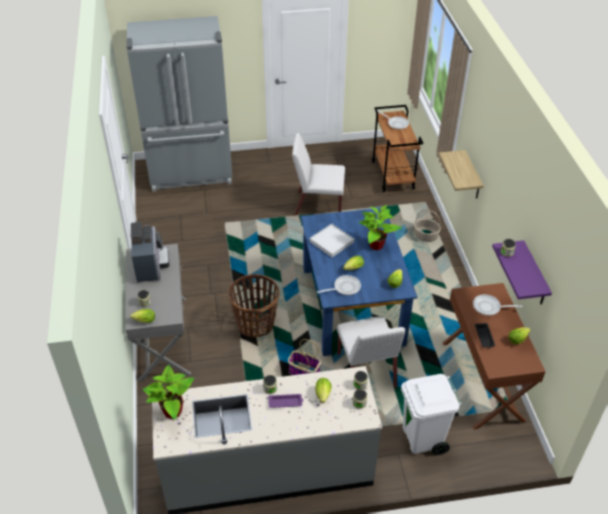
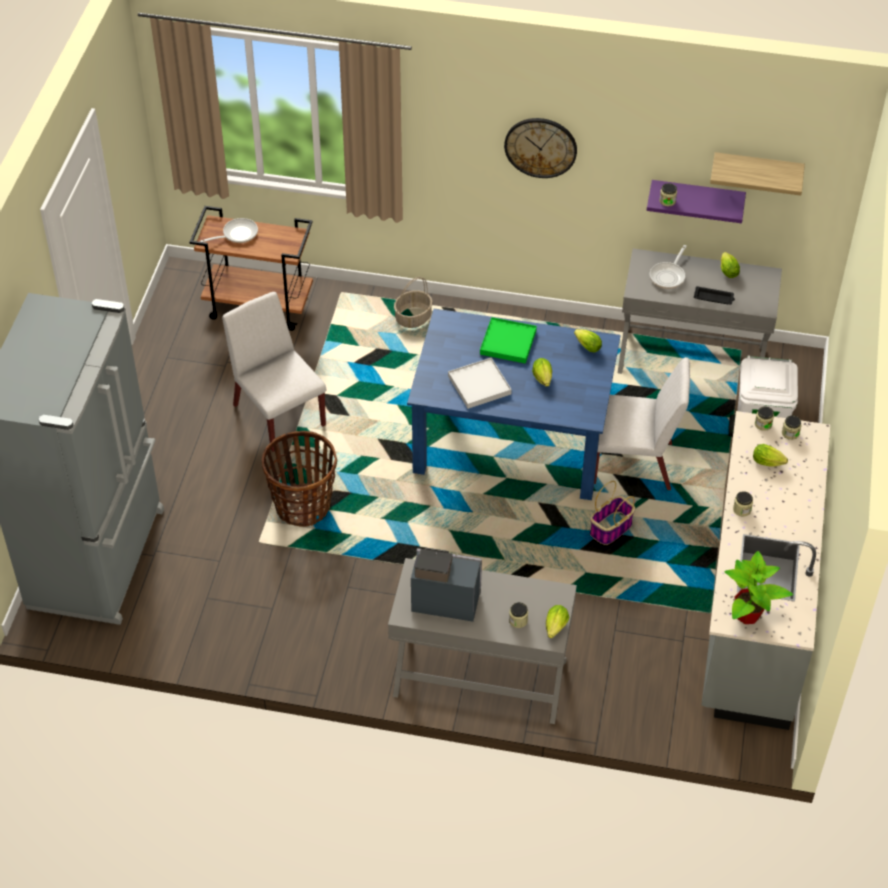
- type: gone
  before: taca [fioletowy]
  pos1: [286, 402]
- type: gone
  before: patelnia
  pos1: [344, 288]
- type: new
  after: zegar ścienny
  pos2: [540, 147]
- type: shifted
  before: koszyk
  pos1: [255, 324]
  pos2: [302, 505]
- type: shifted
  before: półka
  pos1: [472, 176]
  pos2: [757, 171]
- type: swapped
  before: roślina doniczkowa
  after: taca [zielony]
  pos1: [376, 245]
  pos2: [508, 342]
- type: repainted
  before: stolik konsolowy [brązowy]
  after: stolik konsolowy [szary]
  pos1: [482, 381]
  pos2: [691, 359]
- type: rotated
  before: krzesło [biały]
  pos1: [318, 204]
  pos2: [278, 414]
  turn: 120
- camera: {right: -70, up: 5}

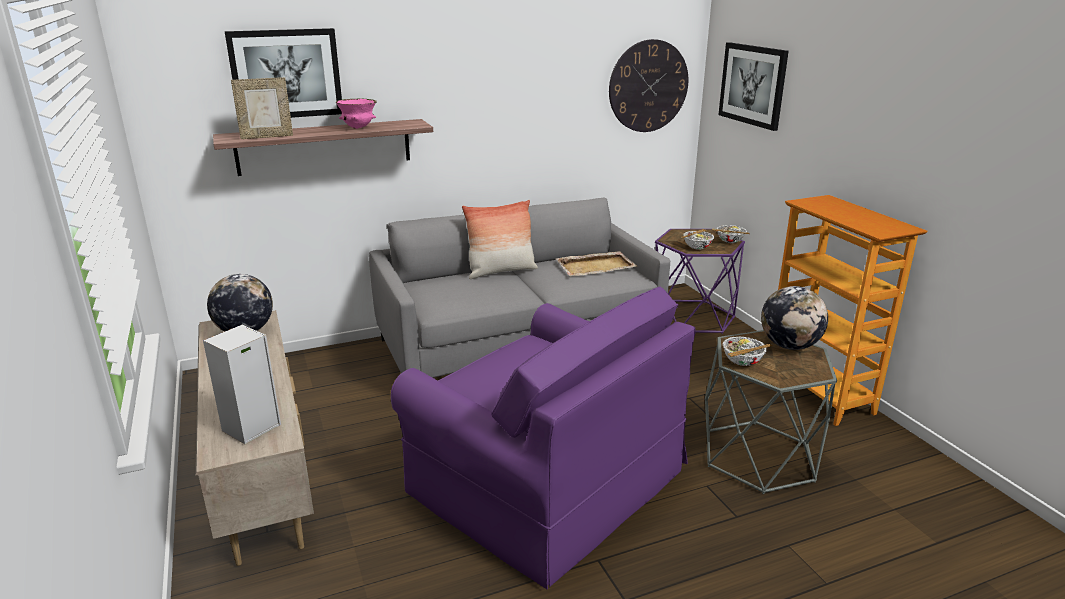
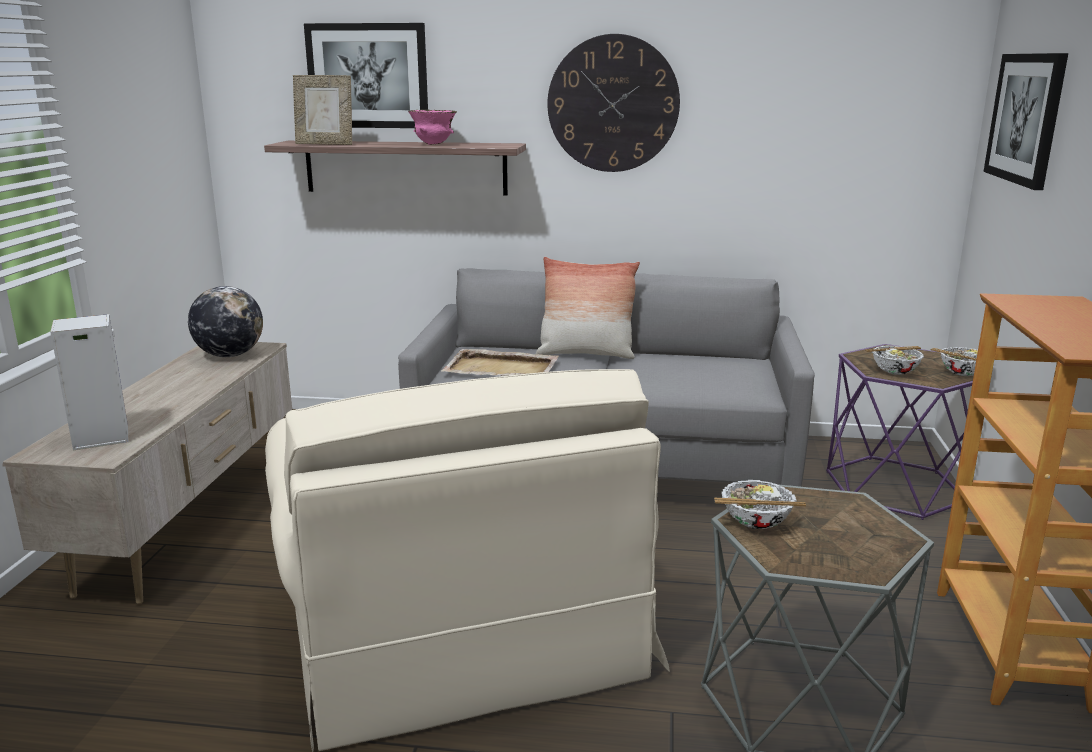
- type: gone
  before: globus
  pos1: [789, 346]
- type: shifted
  before: taca [beżowy]
  pos1: [596, 266]
  pos2: [502, 368]
- type: shifted
  before: zegar ścienny
  pos1: [648, 86]
  pos2: [613, 104]
- type: repainted
  before: fotel [fioletowy]
  after: fotel [beżowy]
  pos1: [546, 482]
  pos2: [460, 629]
- camera: {right: 30, up: -5}

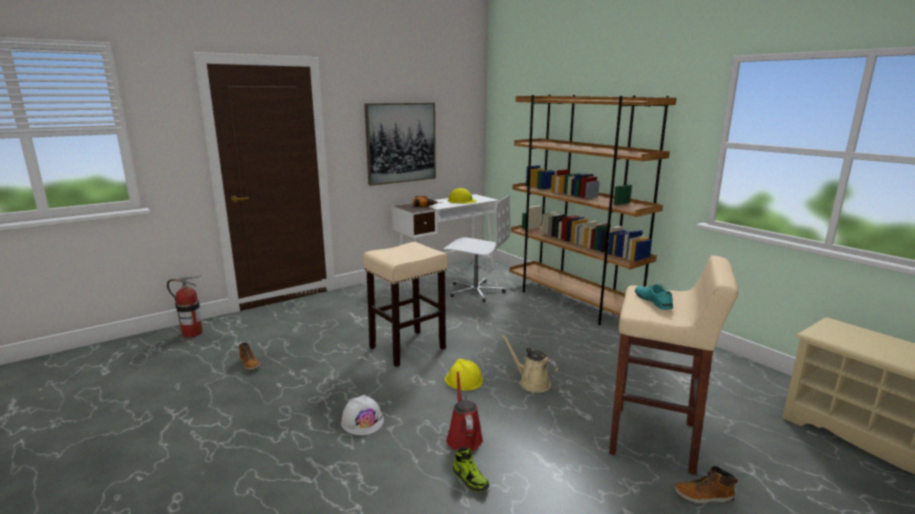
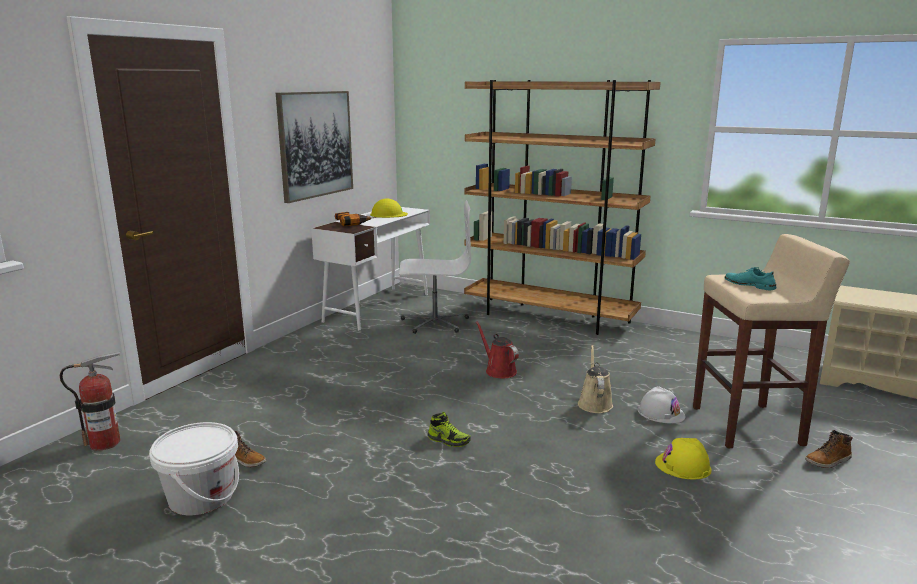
- type: gone
  before: stołek [beżowy]
  pos1: [408, 347]
- type: new
  after: wiadro [biały]
  pos2: [201, 497]
- type: shifted
  before: kask [biały]
  pos1: [362, 421]
  pos2: [661, 413]
- type: shifted
  before: kask [żółty]
  pos1: [463, 380]
  pos2: [683, 466]
- type: shifted
  before: konewka [czerwony]
  pos1: [463, 437]
  pos2: [498, 370]
- type: shifted
  before: but
  pos1: [470, 479]
  pos2: [449, 440]
- type: rotated
  before: konewka [beżowy]
  pos1: [531, 383]
  pos2: [594, 403]
  turn: 75
- camera: {right: -25, up: 0}

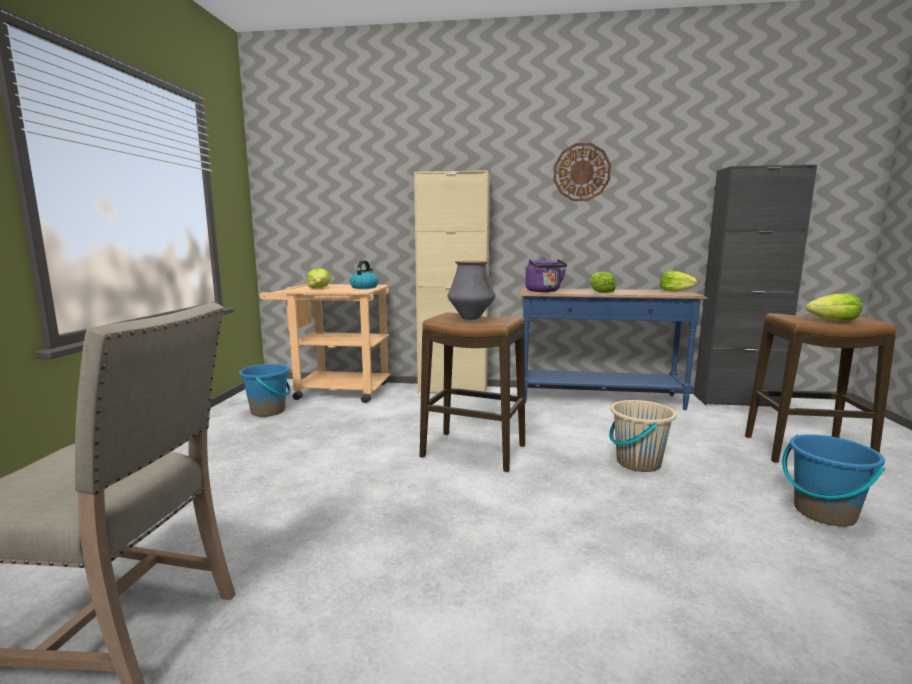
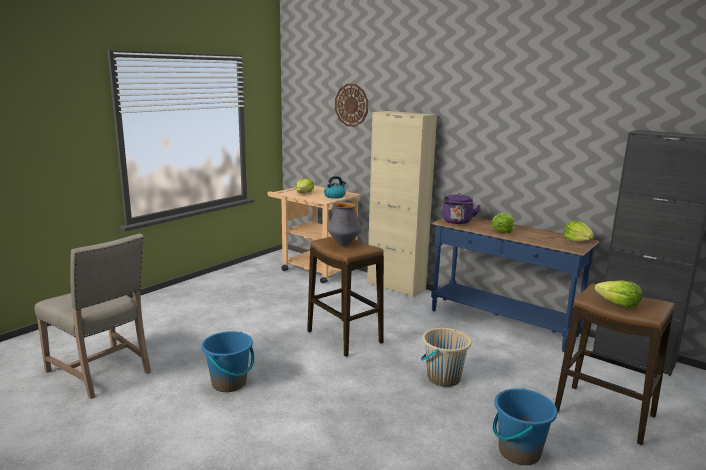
- type: shifted
  before: wiadro [niebieski]
  pos1: [268, 411]
  pos2: [229, 383]
- type: shifted
  before: zegar ścienny
  pos1: [581, 172]
  pos2: [351, 105]
- camera: {right: 30, up: 5}

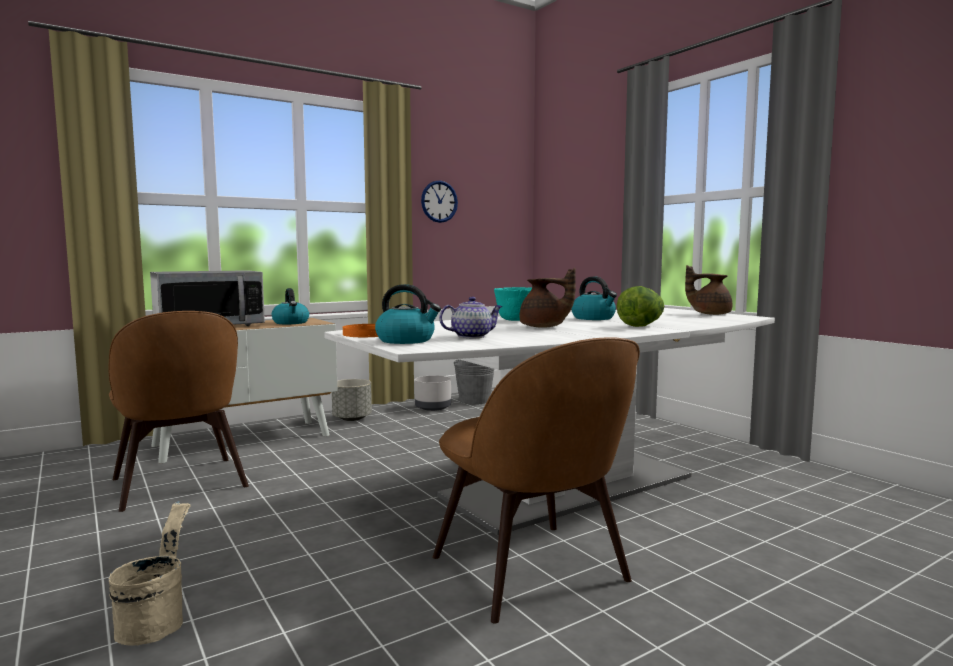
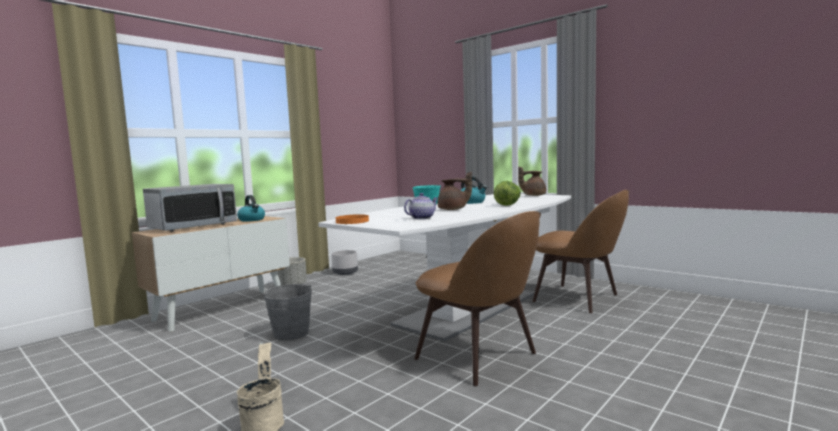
- type: gone
  before: czajnik
  pos1: [406, 340]
- type: gone
  before: zegar ścienny
  pos1: [439, 201]
- type: shifted
  before: krzesło [brązowy]
  pos1: [180, 485]
  pos2: [579, 299]
- type: shifted
  before: wiadro [szary]
  pos1: [474, 400]
  pos2: [291, 333]
- camera: {right: -15, up: 0}

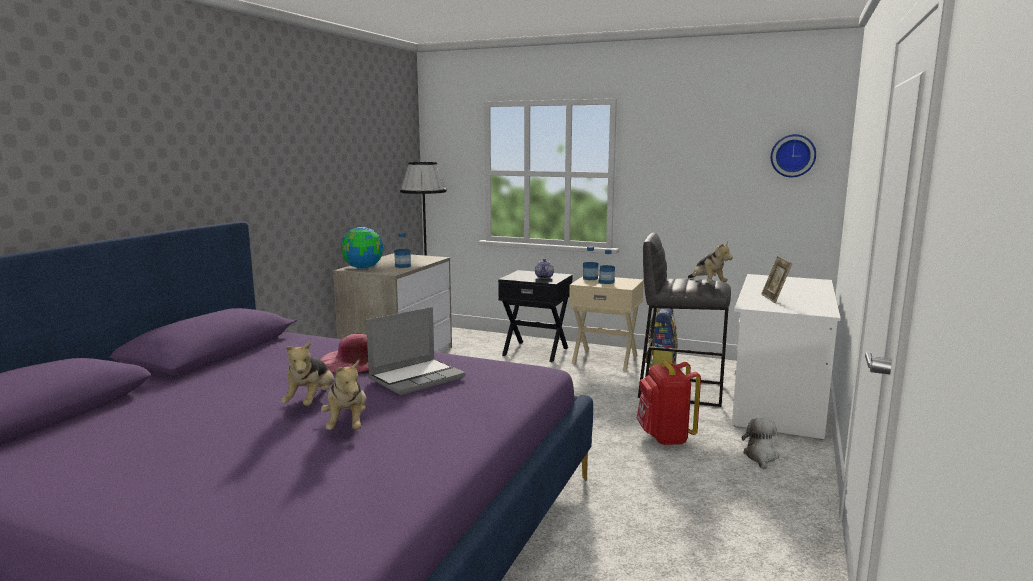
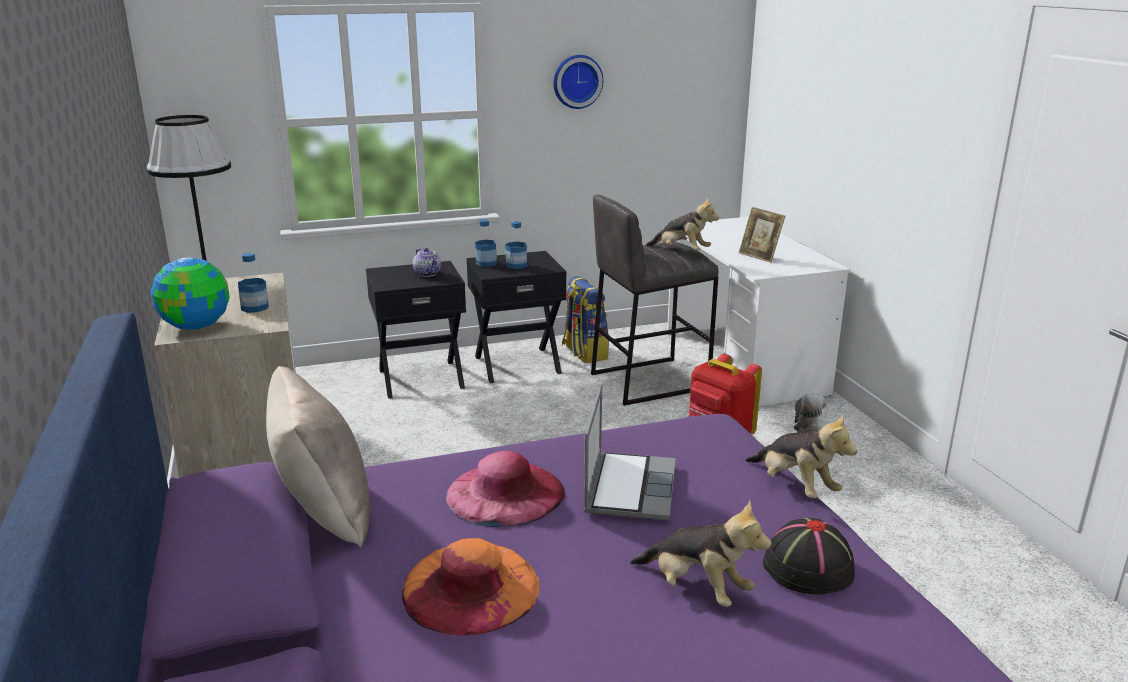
- type: new
  after: poduszka [beżowy]
  pos2: [324, 512]
- type: new
  after: kapelusz [pomarańczowy]
  pos2: [470, 587]
- type: new
  after: kapelusz [czarny]
  pos2: [807, 568]
- type: shifted
  before: pluszak
  pos1: [311, 402]
  pos2: [795, 486]
- type: shifted
  before: zegar ścienny
  pos1: [793, 155]
  pos2: [576, 81]
- type: repainted
  before: szafka nocna [beżowy]
  after: szafka nocna [czarny]
  pos1: [605, 359]
  pos2: [517, 364]
- camera: {right: -40, up: 10}

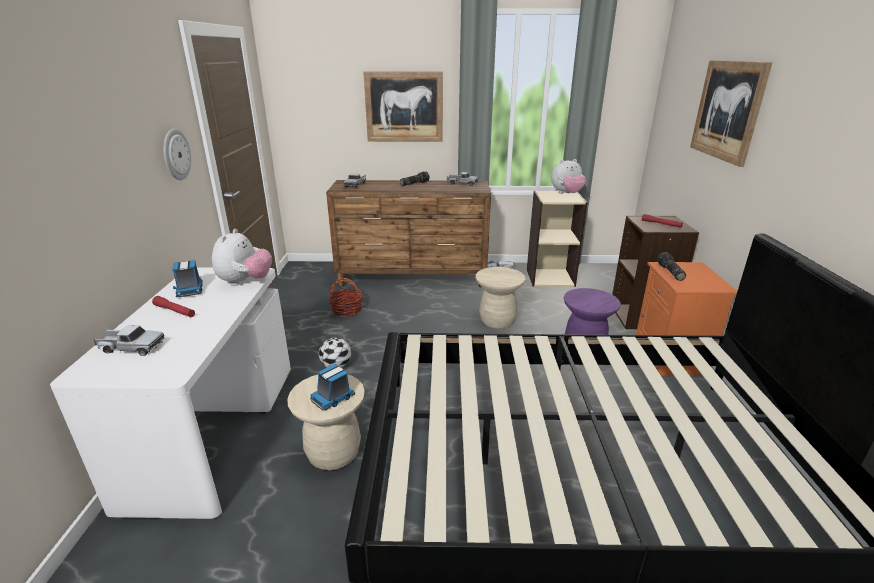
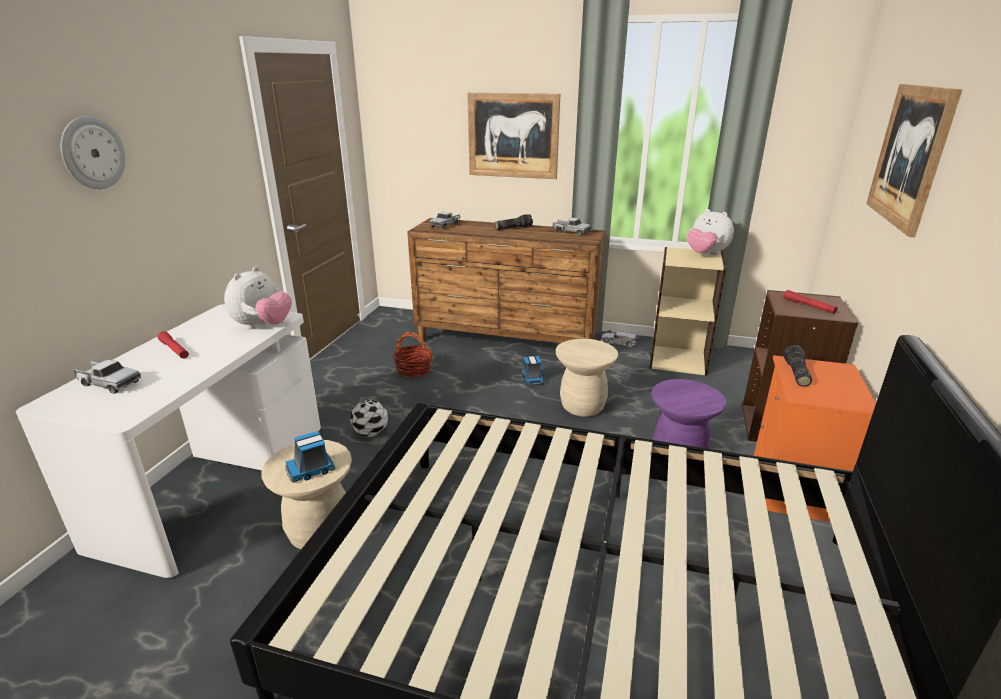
- type: shifted
  before: zegar ścienny
  pos1: [176, 154]
  pos2: [92, 153]
- type: shifted
  before: ciężarówka zabawkowa
  pos1: [190, 290]
  pos2: [532, 379]
- type: rotated
  before: pluszak
  pos1: [566, 194]
  pos2: [706, 254]
  turn: 45
- camera: {right: 15, up: 0}

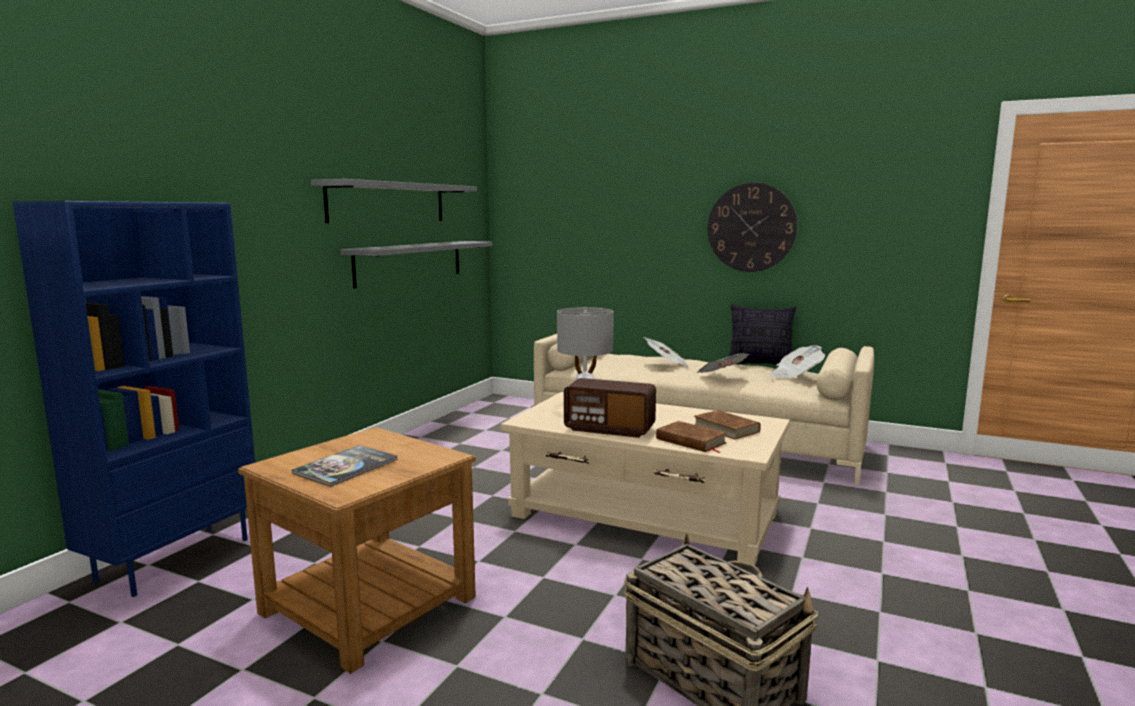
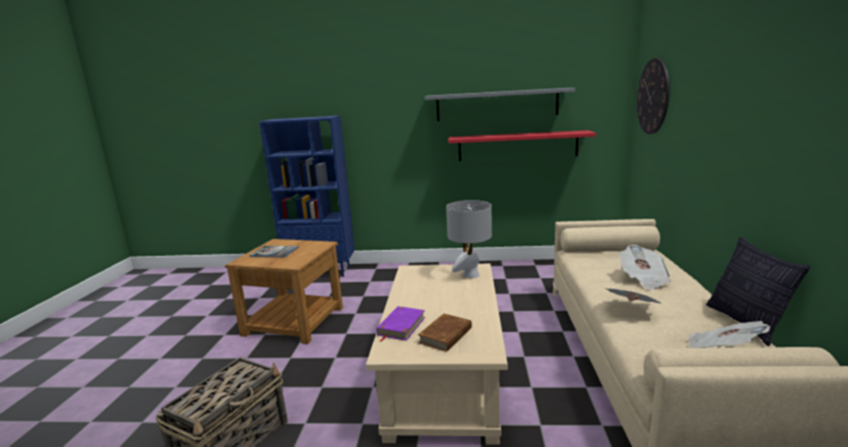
- type: gone
  before: radio
  pos1: [609, 429]
- type: shifted
  before: zegar ścienny
  pos1: [751, 227]
  pos2: [653, 96]
- type: repainted
  before: półka [szary]
  after: półka [czerwony]
  pos1: [410, 262]
  pos2: [517, 146]
- type: repainted
  before: książka [brązowy]
  after: książka [fioletowy]
  pos1: [691, 441]
  pos2: [401, 326]
- camera: {right: 70, up: 5}

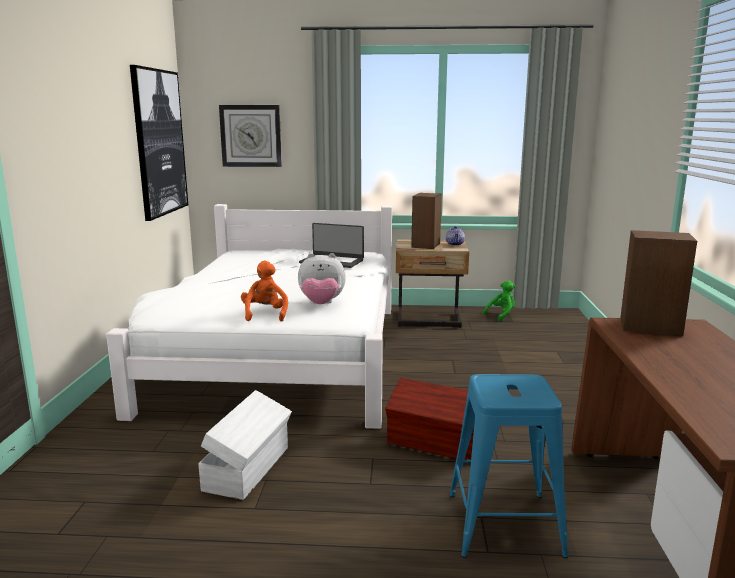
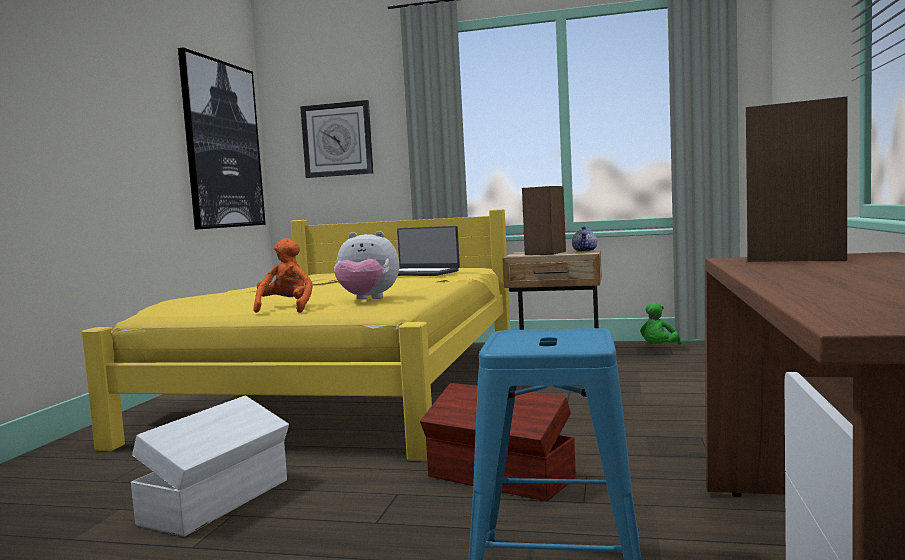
- type: repainted
  before: łóżko [biały]
  after: łóżko [żółty]
  pos1: [281, 355]
  pos2: [345, 389]
- type: rotated
  before: pluszak [zielony]
  pos1: [501, 315]
  pos2: [659, 349]
  turn: 150
- camera: {right: 10, up: -10}

